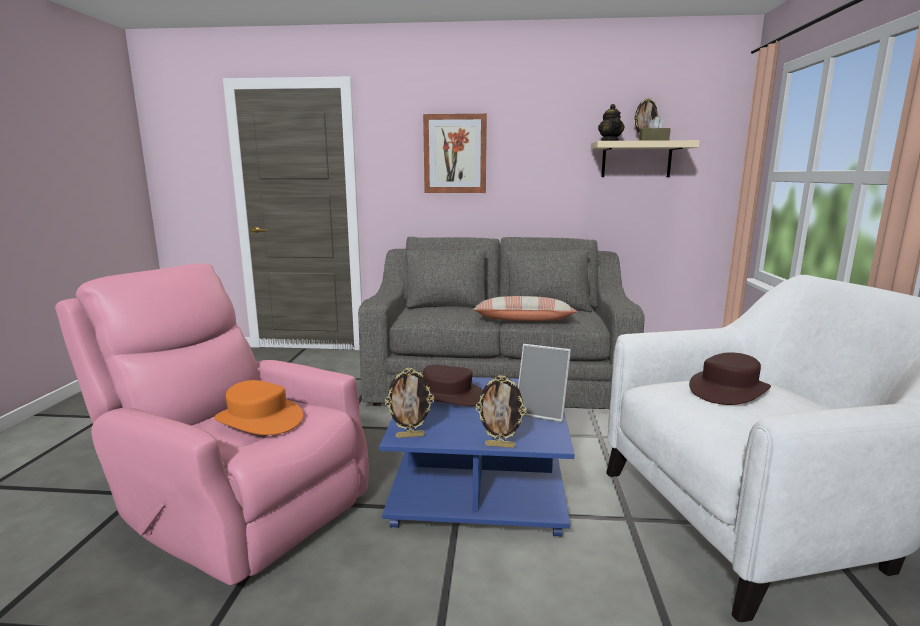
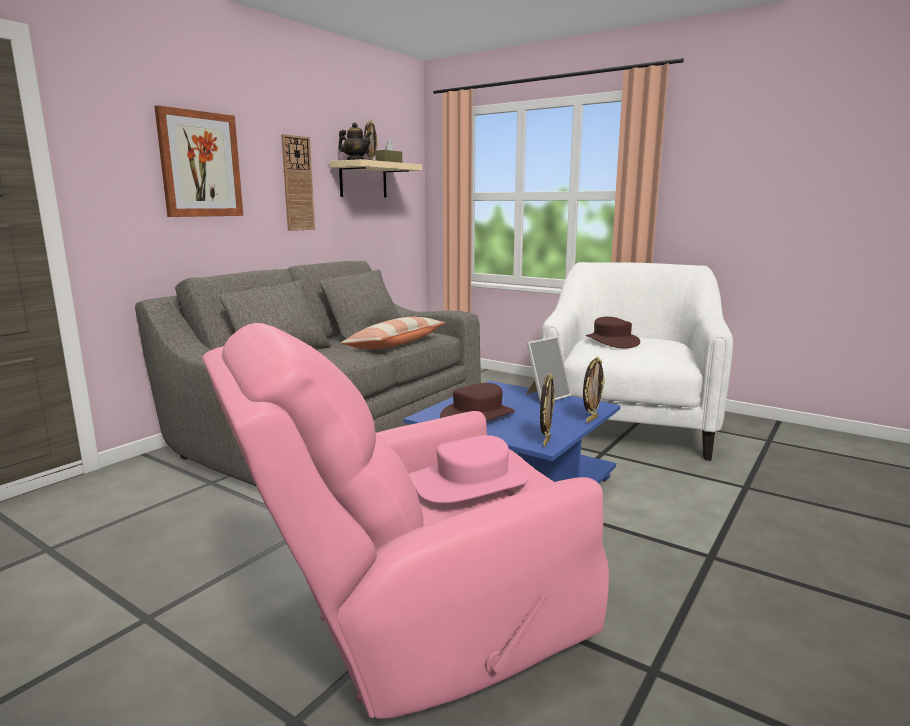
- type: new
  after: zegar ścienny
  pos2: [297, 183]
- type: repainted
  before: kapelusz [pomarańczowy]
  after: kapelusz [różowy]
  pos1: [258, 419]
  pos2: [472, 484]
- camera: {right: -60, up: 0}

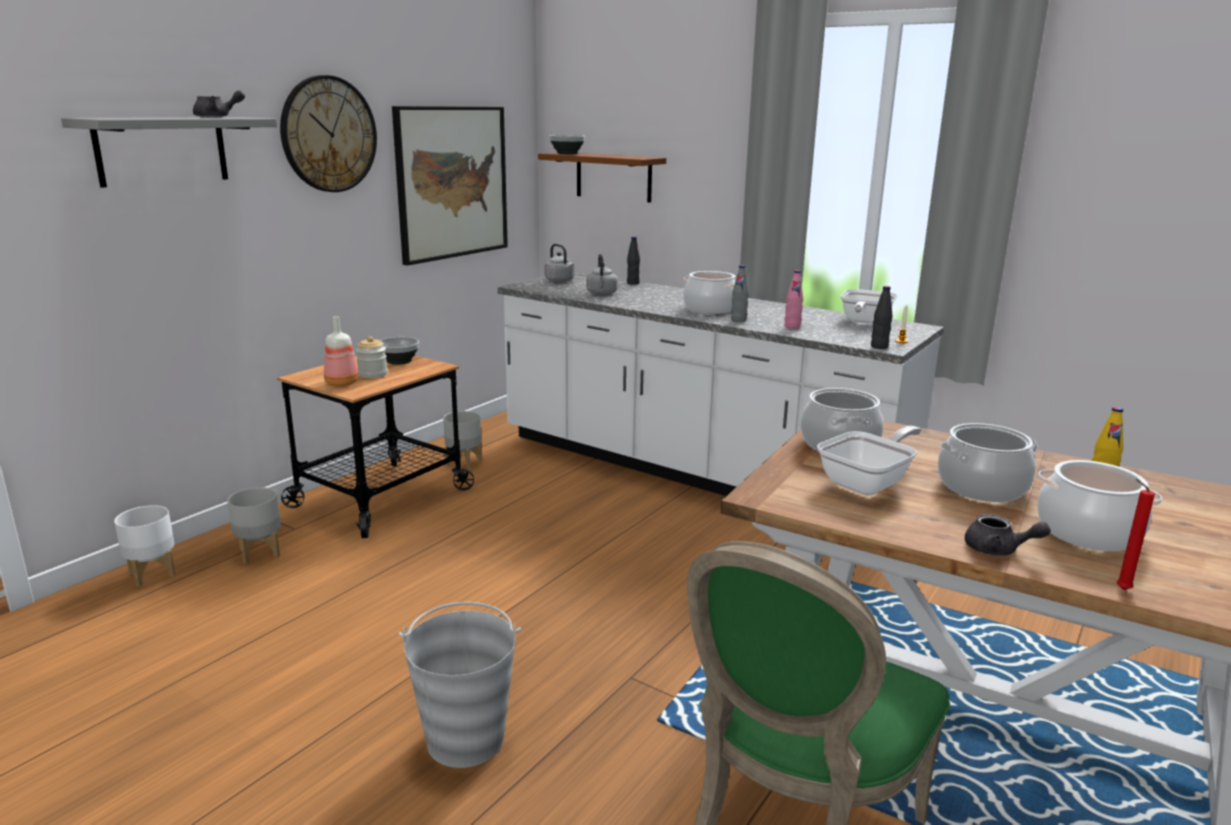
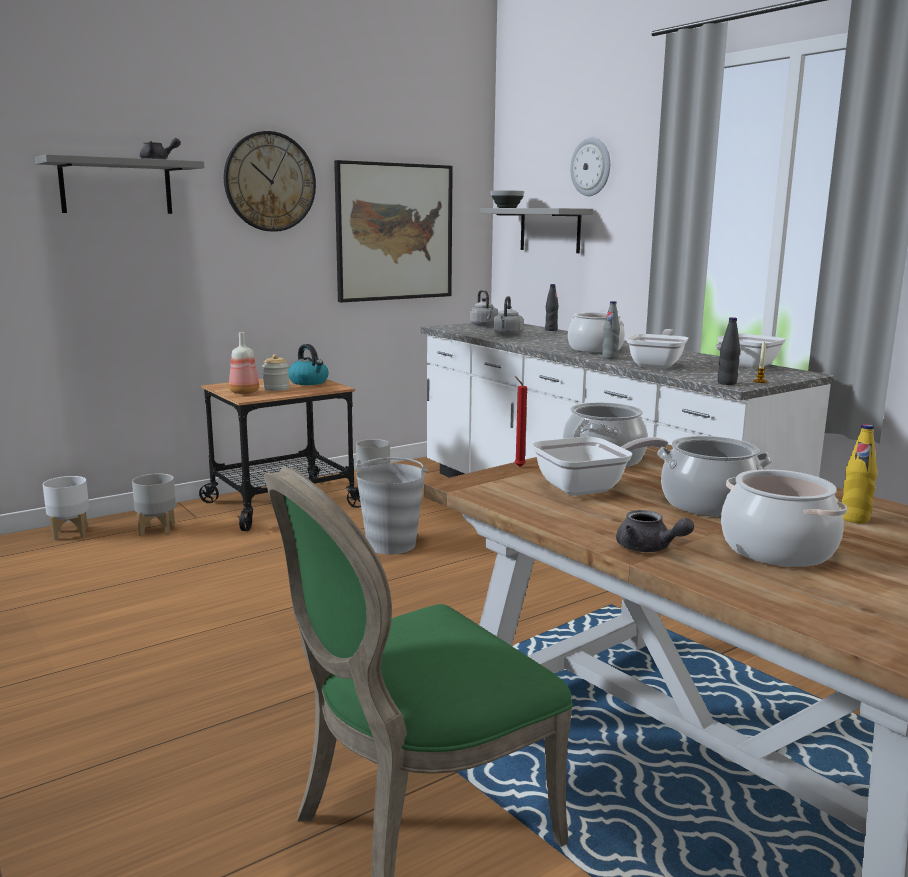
- type: new
  after: zegar ścienny
  pos2: [591, 167]
- type: shifted
  before: wiadro [szary]
  pos1: [466, 739]
  pos2: [391, 544]
- type: shifted
  before: świeca [czerwony]
  pos1: [1120, 589]
  pos2: [518, 466]
- type: swapped
  before: miska
  after: czajnik
  pos1: [399, 361]
  pos2: [309, 382]
- type: swapped
  before: butelka [różowy]
  after: patelnia
  pos1: [792, 327]
  pos2: [657, 365]
- type: repainted
  before: półka [brązowy]
  after: półka [szary]
  pos1: [613, 177]
  pos2: [550, 230]
- camera: {right: 20, up: -5}

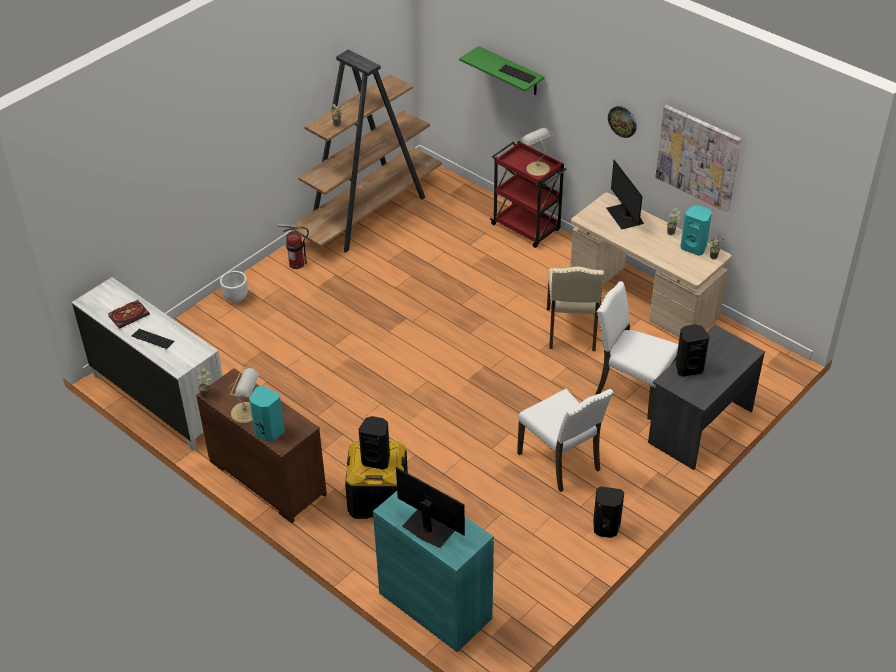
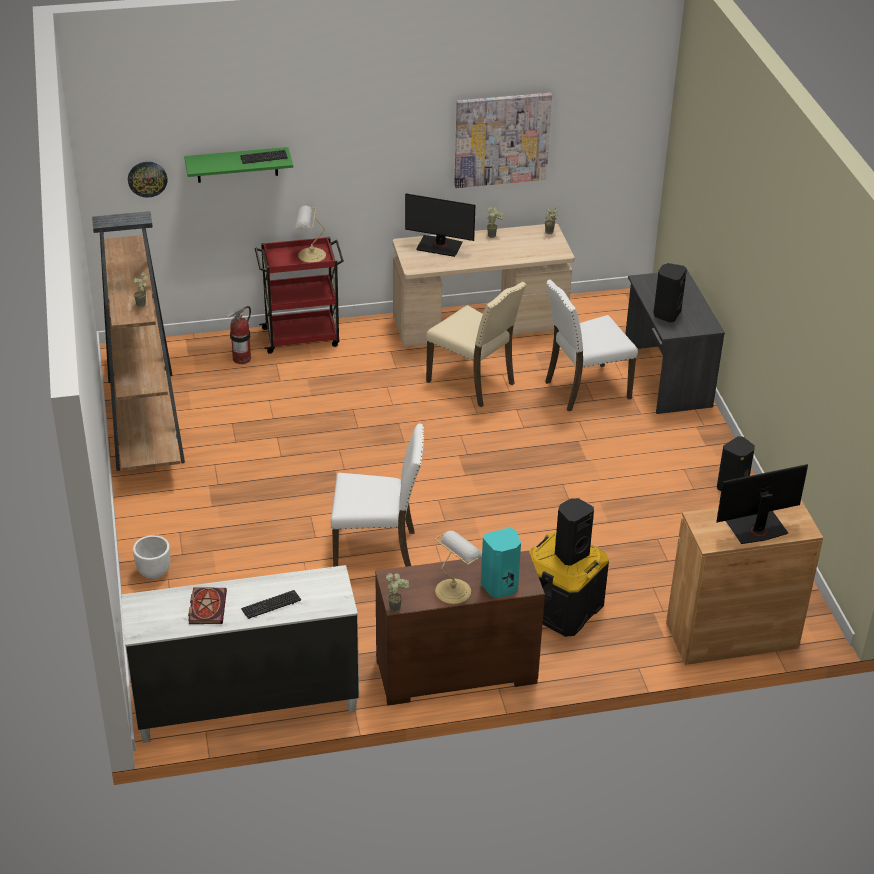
- type: gone
  before: głośnik [turkusowy]
  pos1: [694, 247]
- type: shifted
  before: gaśnica
  pos1: [296, 264]
  pos2: [241, 358]
- type: shifted
  before: krzesło [biały]
  pos1: [561, 461]
  pos2: [377, 549]
- type: shifted
  before: zegar ścienny
  pos1: [622, 121]
  pos2: [147, 178]
- type: repainted
  before: szafka [turkusowy]
  after: szafka [brązowy]
  pos1: [435, 605]
  pos2: [731, 635]
- camera: {right: -55, up: -5}

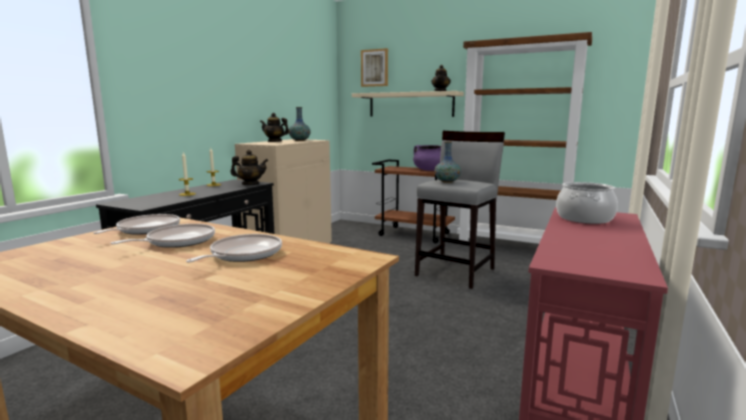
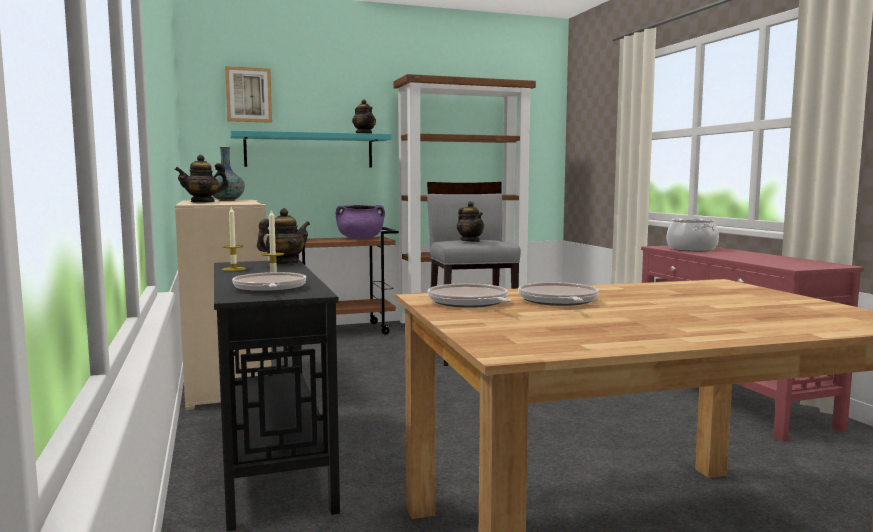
- type: shifted
  before: patelnia
  pos1: [243, 254]
  pos2: [269, 289]
- type: swapped
  before: wazon
  after: imbryk
  pos1: [447, 181]
  pos2: [470, 241]
- type: repainted
  before: półka [beżowy]
  after: półka [turkusowy]
  pos1: [410, 104]
  pos2: [309, 150]
- camera: {right: -45, up: -5}

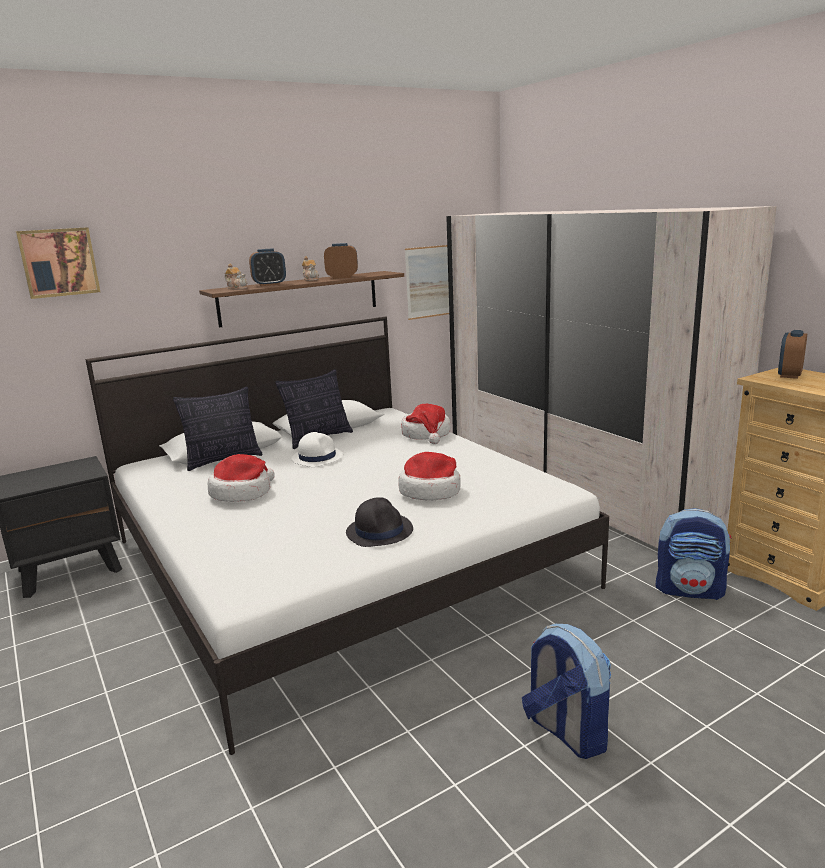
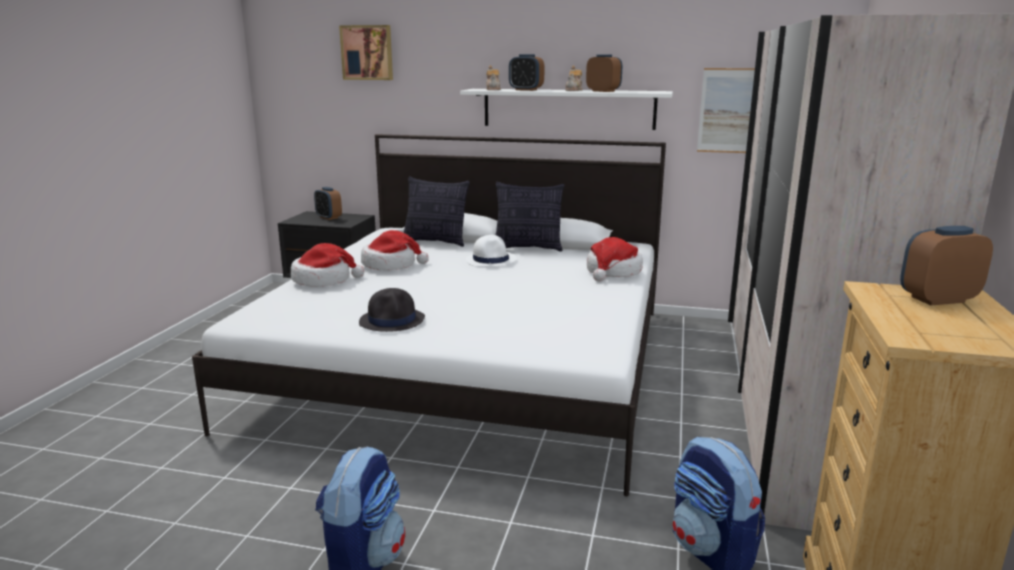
- type: new
  after: budzik
  pos2: [329, 217]
- type: shifted
  before: kapelusz
  pos1: [430, 491]
  pos2: [323, 280]
- type: repainted
  before: półka [brązowy]
  after: półka [biały]
  pos1: [300, 298]
  pos2: [568, 108]
- camera: {right: 45, up: 0}

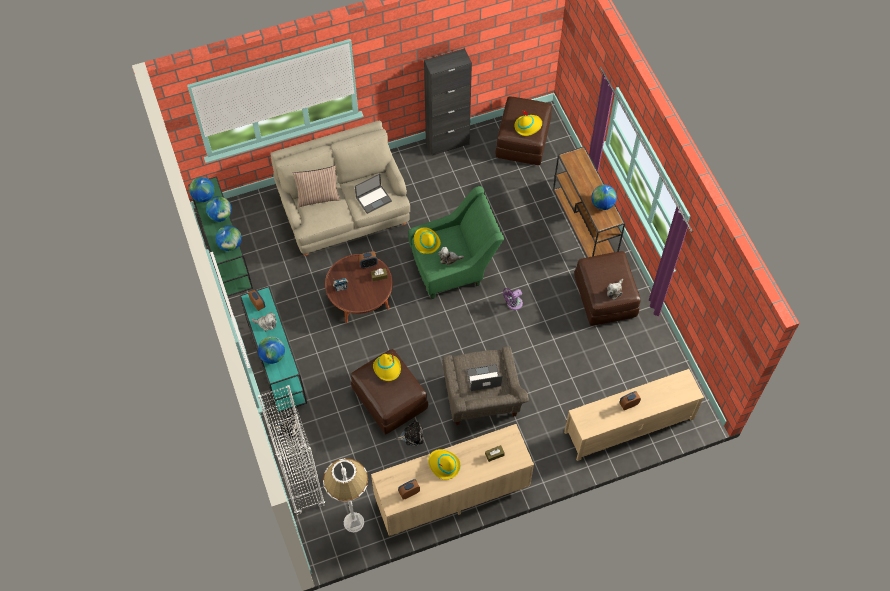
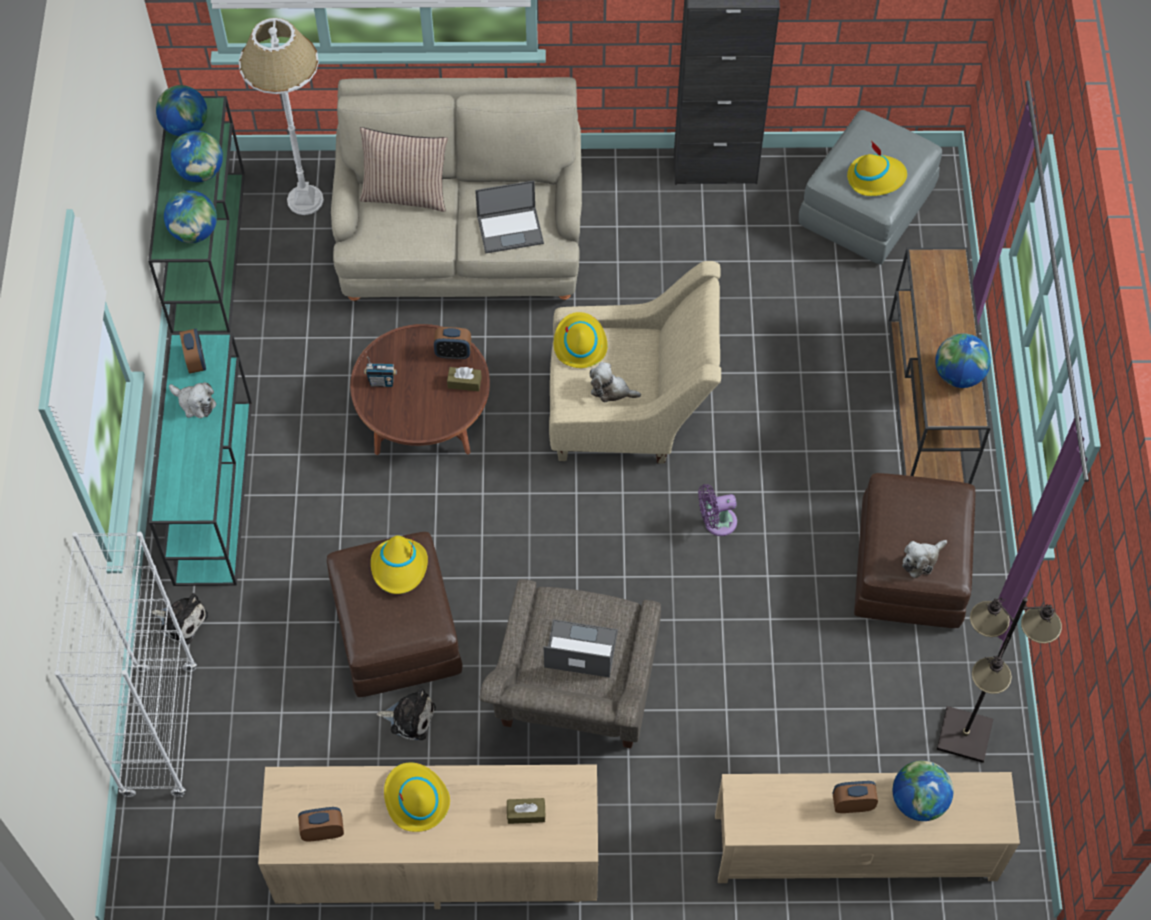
- type: new
  after: lampa stojąca [czarny]
  pos2: [965, 736]
- type: shifted
  before: globus
  pos1: [272, 356]
  pos2: [918, 801]
- type: shifted
  before: lampa stojąca [biały]
  pos1: [354, 522]
  pos2: [305, 200]
- type: repainted
  before: fotel [zielony]
  after: fotel [beżowy]
  pos1: [454, 266]
  pos2: [631, 411]
- type: repainted
  before: pufa [brązowy]
  after: pufa [szary]
  pos1: [523, 141]
  pos2: [866, 209]
- camera: {right: 20, up: 0}

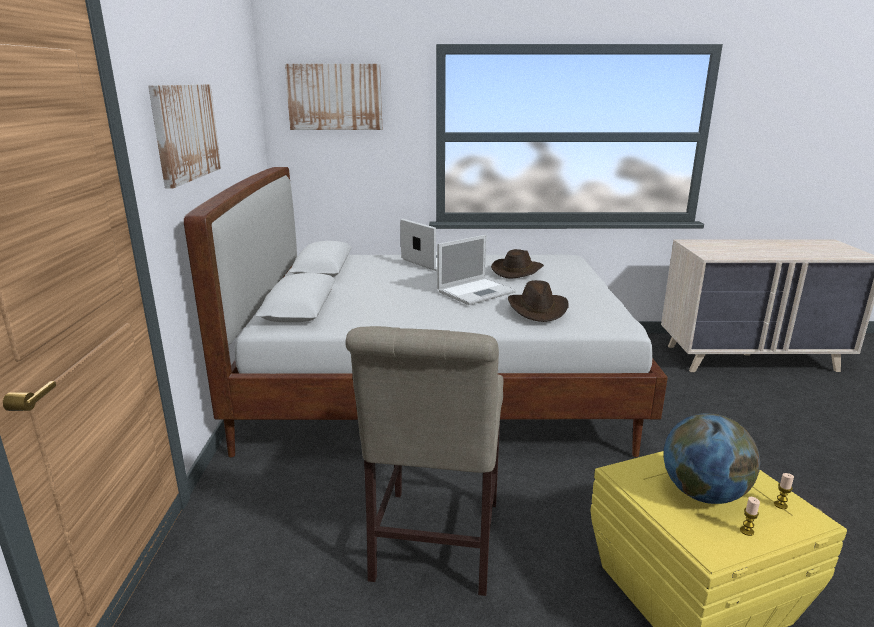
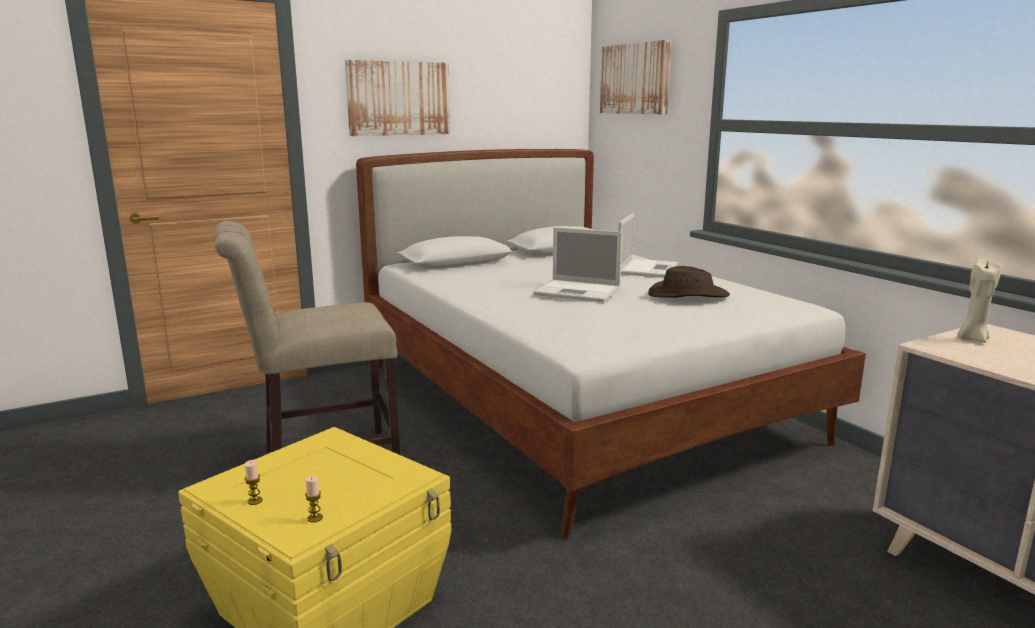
- type: gone
  before: kapelusz [brązowy]
  pos1: [538, 309]
- type: gone
  before: globus
  pos1: [703, 494]
- type: new
  after: świeca [beżowy]
  pos2: [972, 339]
- camera: {right: 60, up: -5}

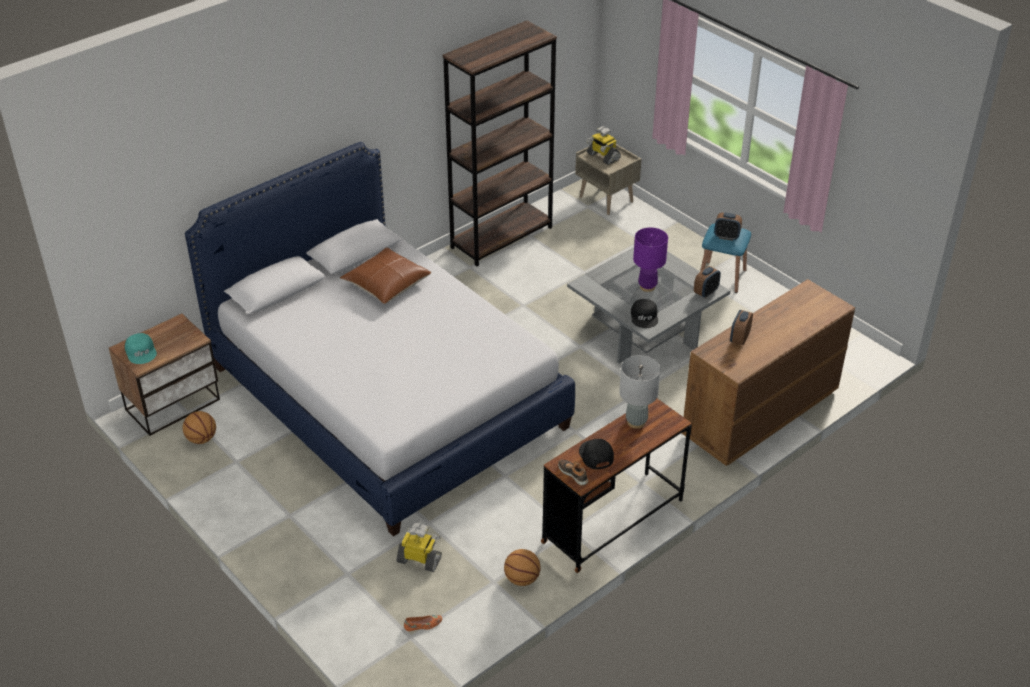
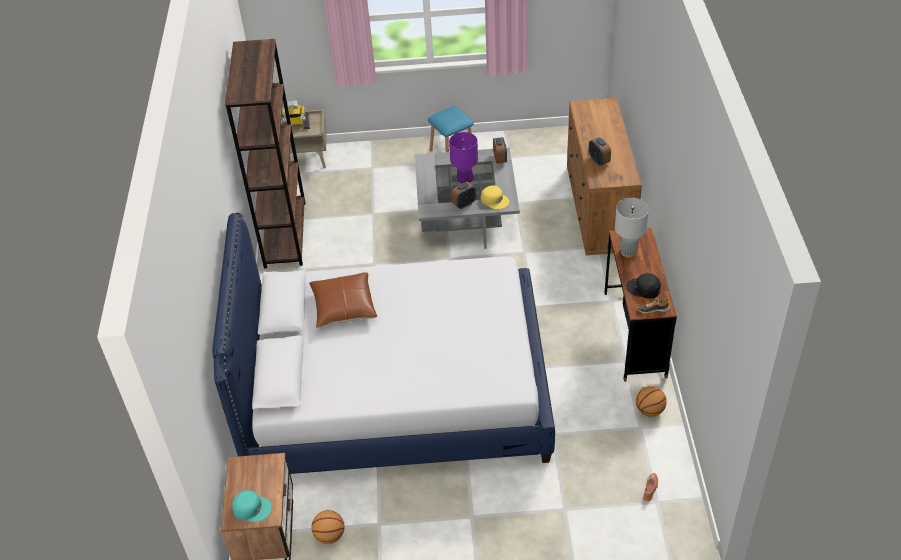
- type: gone
  before: robot zabawkowy
  pos1: [420, 559]
- type: shifted
  before: budzik
  pos1: [726, 236]
  pos2: [464, 204]
- type: repainted
  before: czapka z daszkiem [czarny]
  after: czapka z daszkiem [żółty]
  pos1: [644, 317]
  pos2: [495, 200]
- camera: {right: -50, up: 5}

